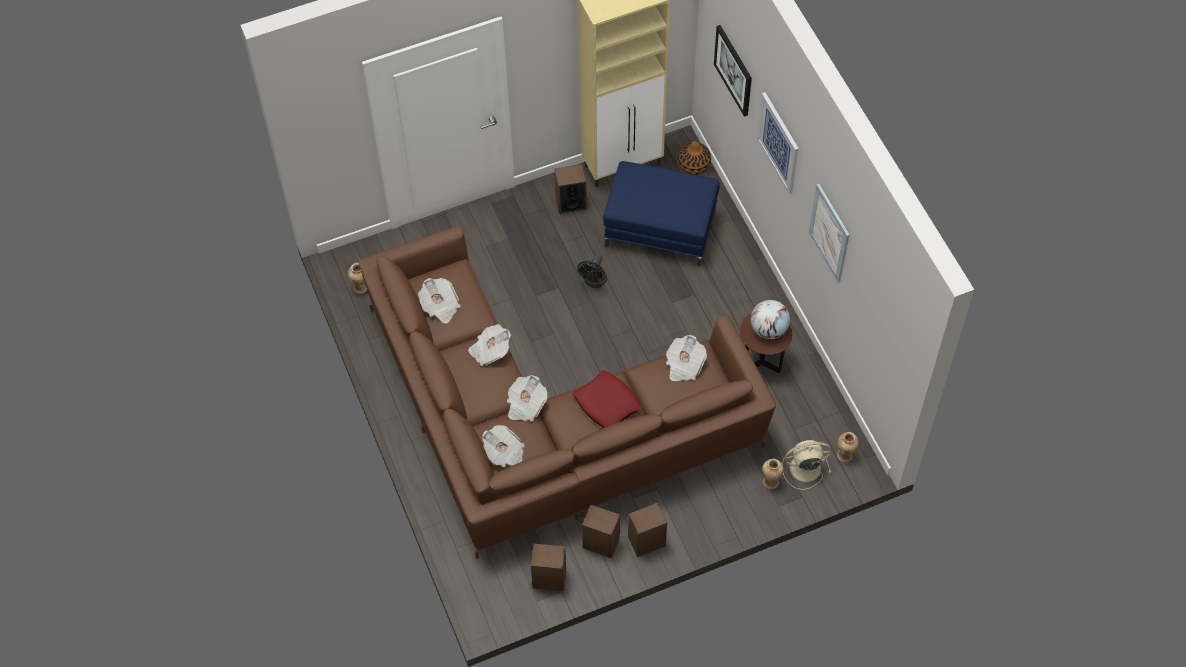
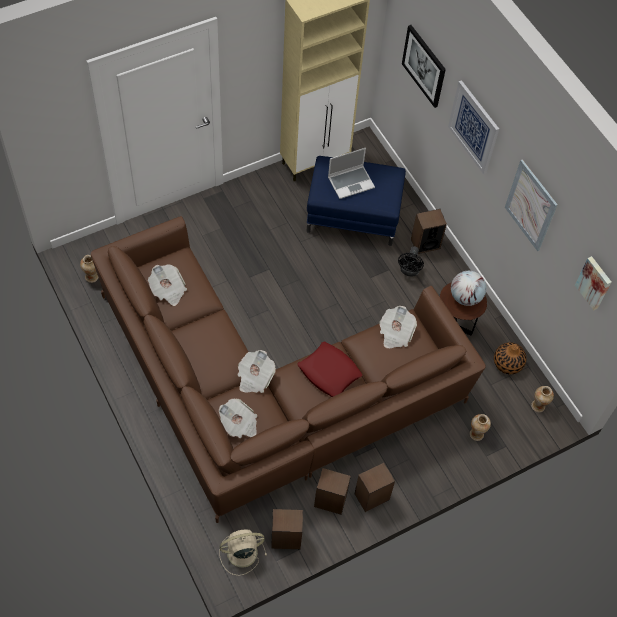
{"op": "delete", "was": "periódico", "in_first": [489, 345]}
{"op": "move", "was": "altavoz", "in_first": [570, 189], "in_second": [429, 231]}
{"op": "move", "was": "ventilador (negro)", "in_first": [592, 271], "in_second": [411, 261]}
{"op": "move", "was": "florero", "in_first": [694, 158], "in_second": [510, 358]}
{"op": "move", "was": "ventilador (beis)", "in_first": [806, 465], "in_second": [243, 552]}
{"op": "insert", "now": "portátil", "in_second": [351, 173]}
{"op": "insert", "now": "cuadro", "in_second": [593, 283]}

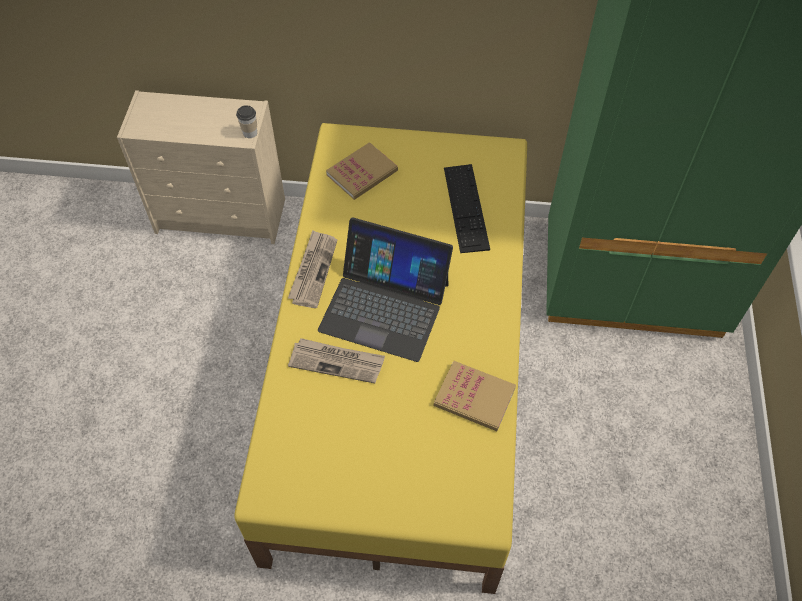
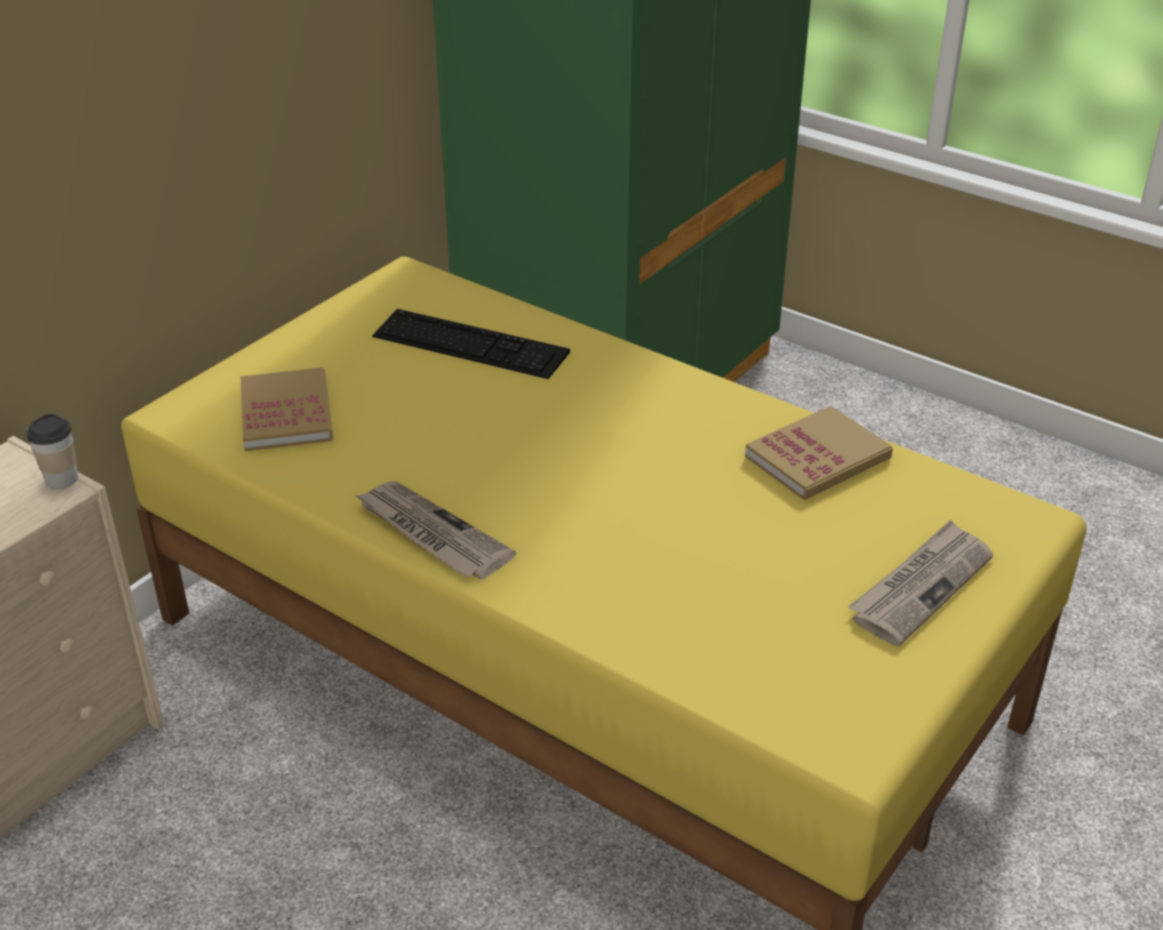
{"op": "move", "was": "periódico", "in_first": [336, 360], "in_second": [920, 583]}
{"op": "delete", "was": "portátil", "in_first": [385, 289]}

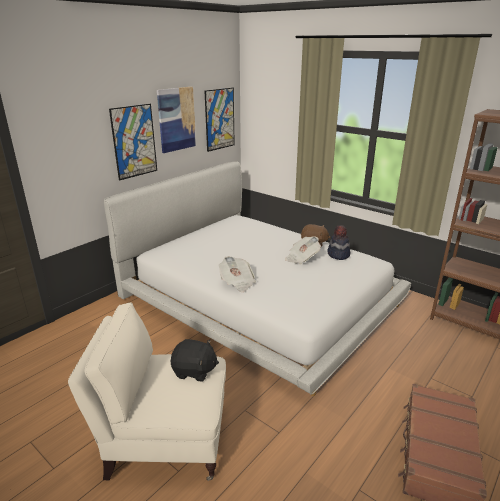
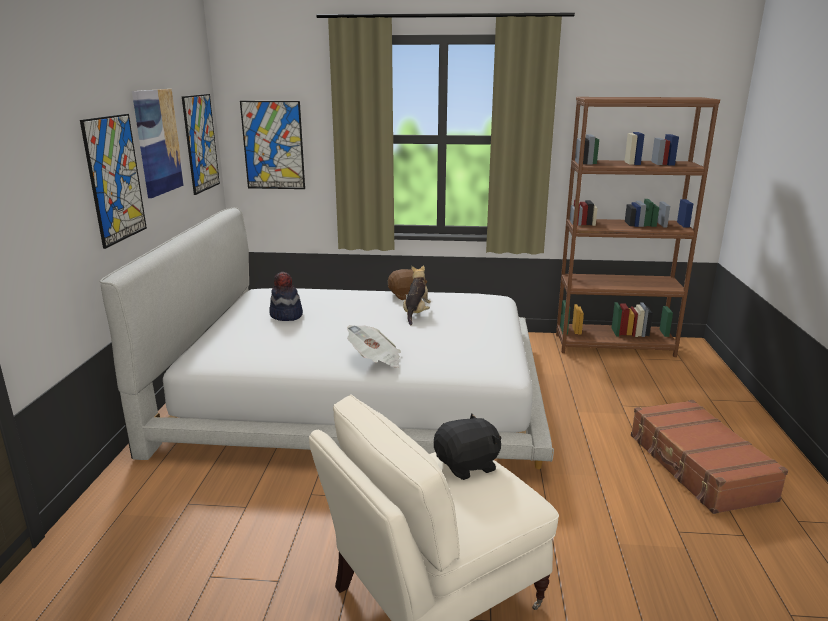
{"op": "replace", "was": "periódico", "now": "peluche", "in_first": [303, 250], "in_second": [417, 295]}
{"op": "move", "was": "sombrero", "in_first": [338, 242], "in_second": [286, 296]}
{"op": "insert", "now": "cuadro", "in_second": [272, 145]}

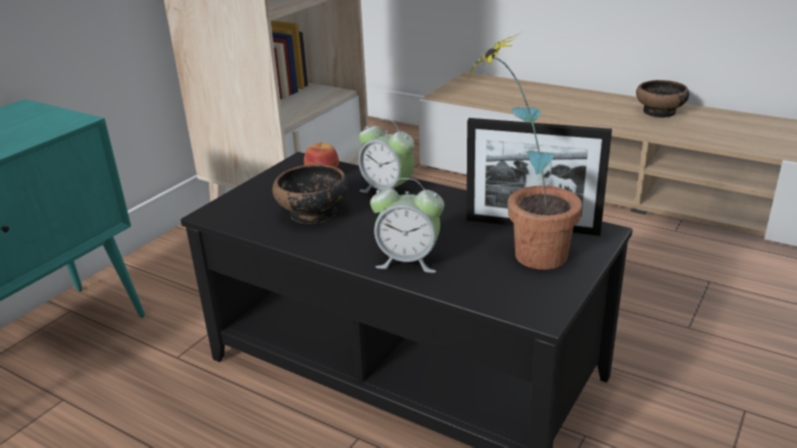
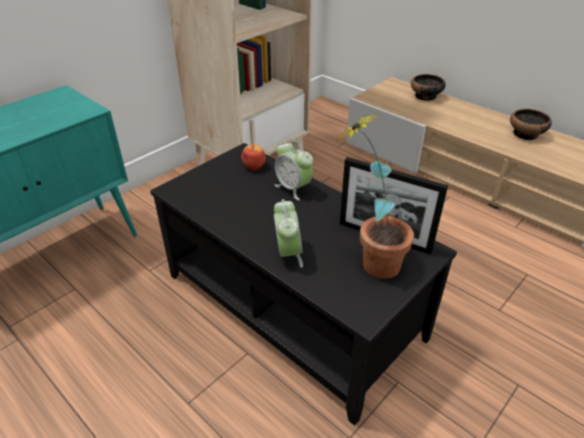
{"op": "move", "was": "cuenco", "in_first": [310, 194], "in_second": [428, 87]}
{"op": "rotate", "was": "despertador", "in_first": [407, 225], "in_second": [288, 233], "clockwise": -120}

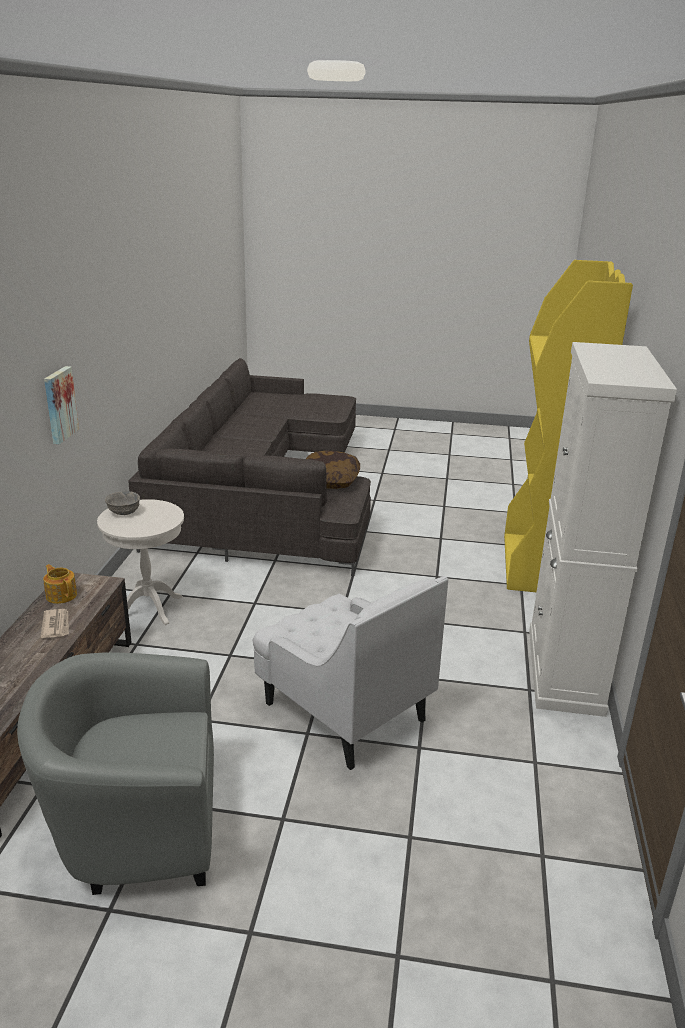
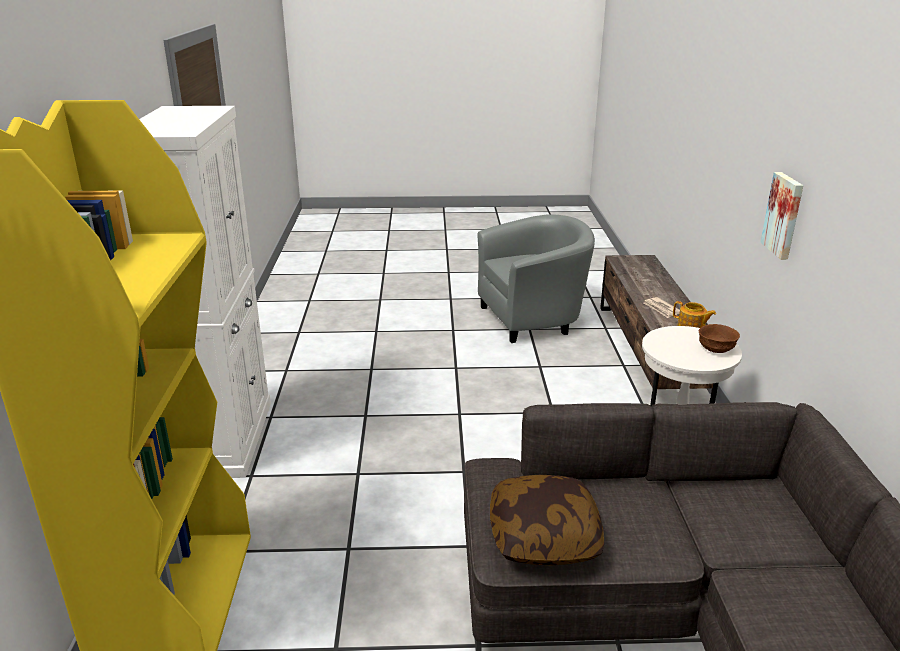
{"op": "recolor", "was": "cuenco (gris)", "now": "cuenco (marrón)", "in_first": [122, 503], "in_second": [719, 338]}
{"op": "delete", "was": "sillón (blanco)", "in_first": [350, 673]}

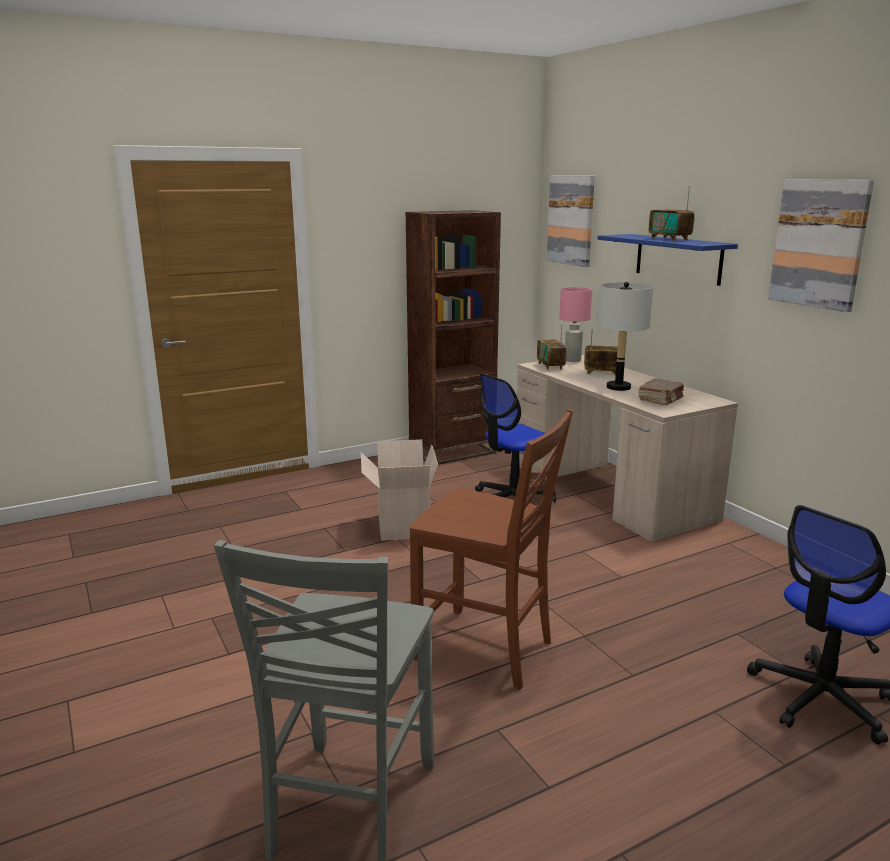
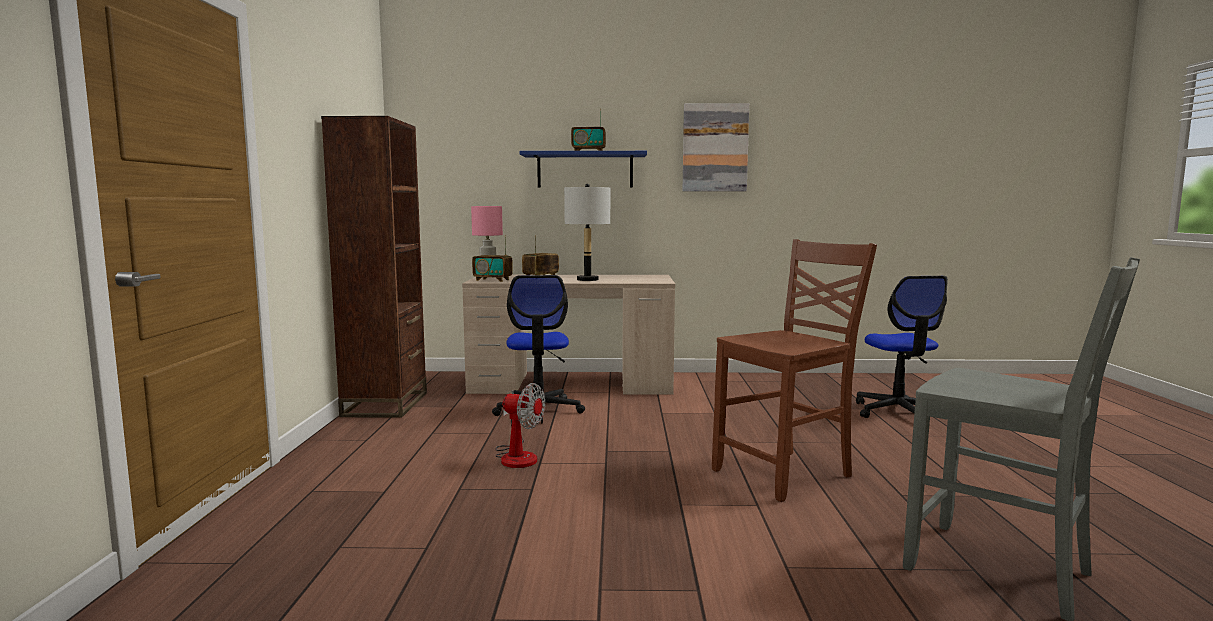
{"op": "replace", "was": "caja de cartón", "now": "ventilador", "in_first": [399, 490], "in_second": [520, 425]}
{"op": "delete", "was": "cuadro", "in_first": [571, 221]}
{"op": "delete", "was": "libro (marrón)", "in_first": [661, 391]}

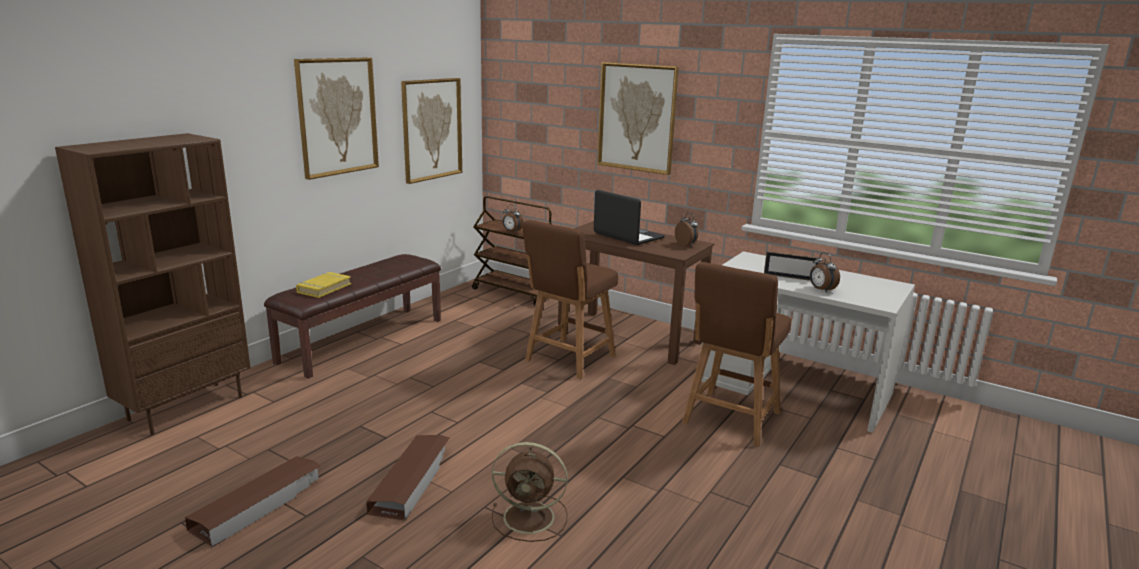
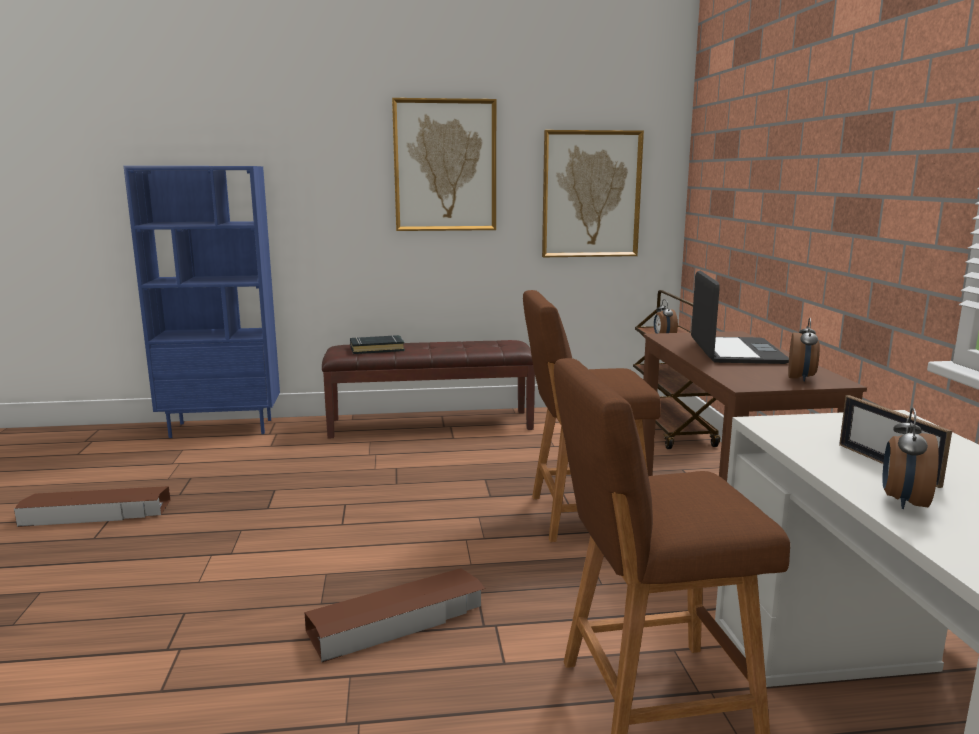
{"op": "recolor", "was": "estantería (marrón)", "now": "estantería (azul)", "in_first": [152, 284], "in_second": [202, 302]}
{"op": "recolor", "was": "libro (amarillo)", "now": "libro (negro)", "in_first": [323, 285], "in_second": [377, 344]}
{"op": "move", "was": "caja de almacenaje (marrón)", "in_first": [407, 478], "in_second": [394, 615]}
{"op": "delete", "was": "ventilador (marrón)", "in_first": [530, 492]}
{"op": "delete", "was": "cuadro", "in_first": [638, 118]}

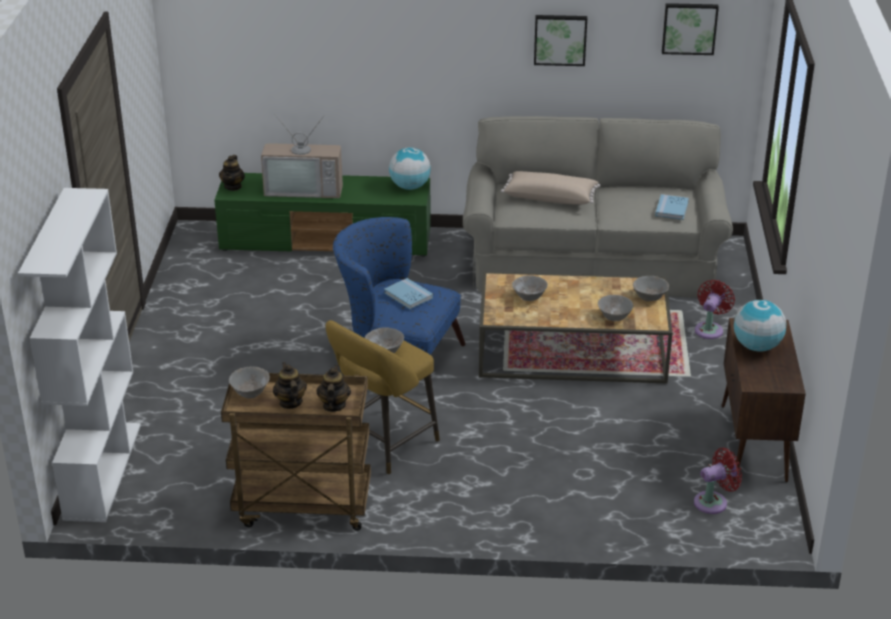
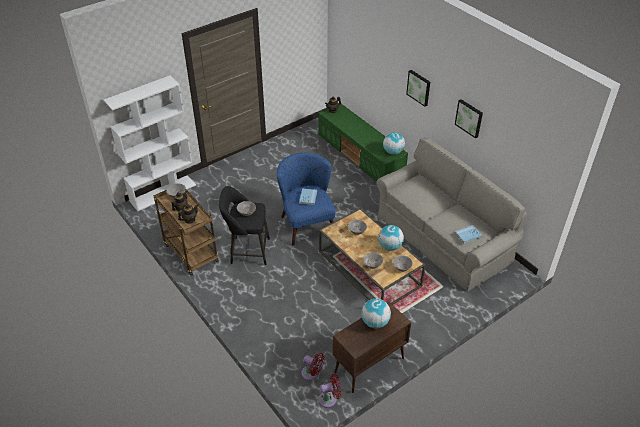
{"op": "delete", "was": "televisor", "in_first": [302, 156]}
{"op": "recolor", "was": "taburete (amarillo)", "now": "taburete (negro)", "in_first": [383, 397], "in_second": [244, 225]}
{"op": "delete", "was": "cojín (beis)", "in_first": [550, 188]}
{"op": "move", "was": "cuadro", "in_first": [690, 29], "in_second": [418, 88]}
{"op": "move", "was": "ventilador (rojo)", "in_first": [715, 309], "in_second": [329, 391]}
{"op": "insert", "now": "globo terráqueo", "in_second": [391, 237]}

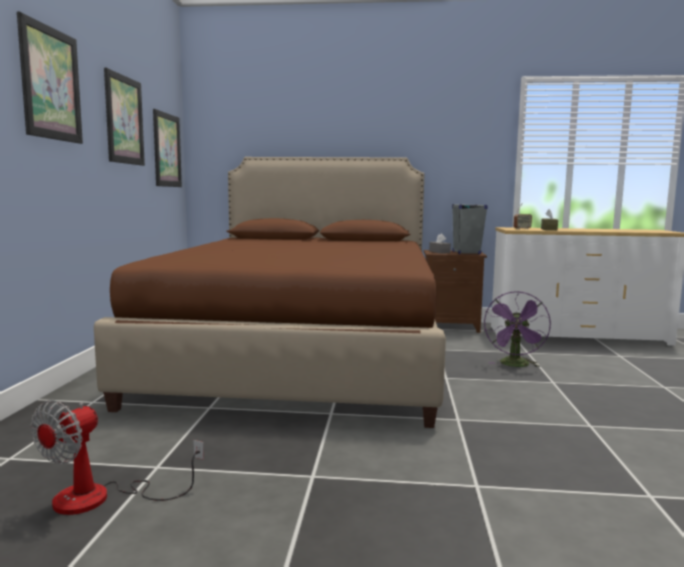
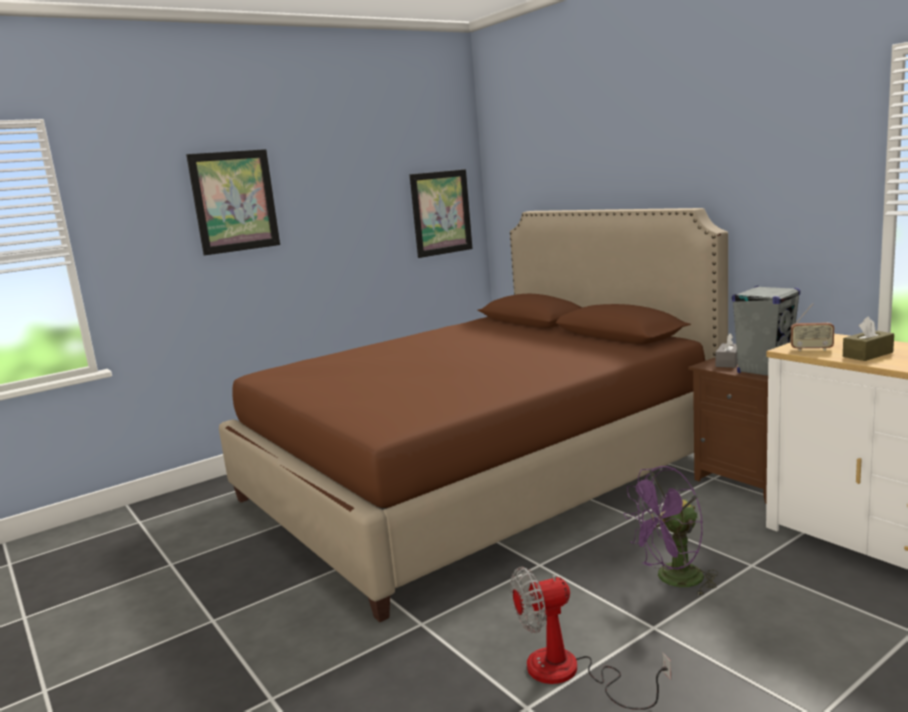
{"op": "move", "was": "ventilador", "in_first": [117, 457], "in_second": [590, 638]}
{"op": "delete", "was": "cuadro", "in_first": [124, 117]}

